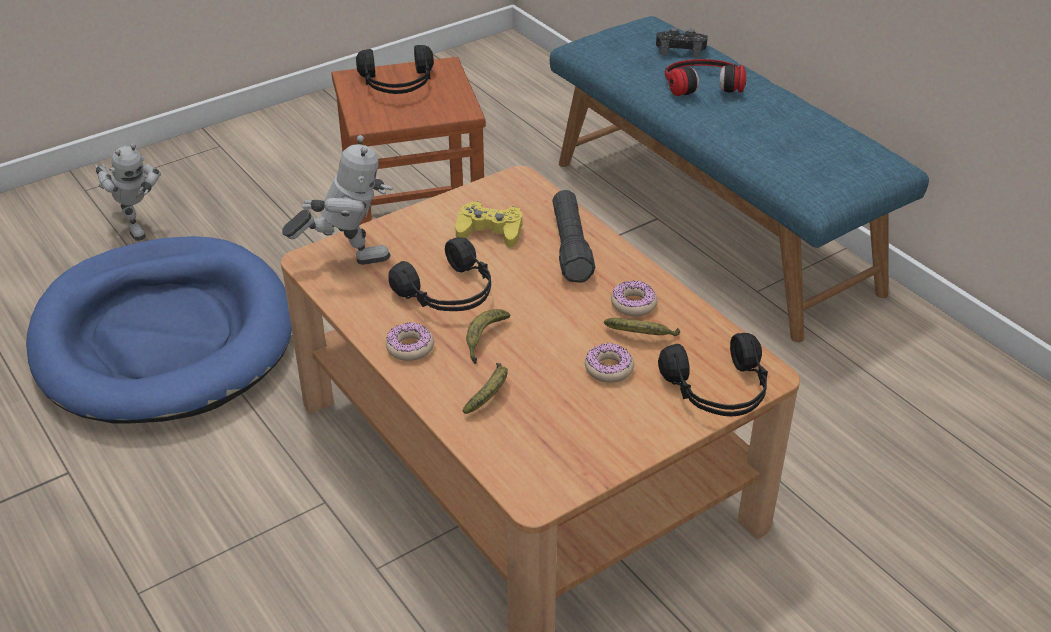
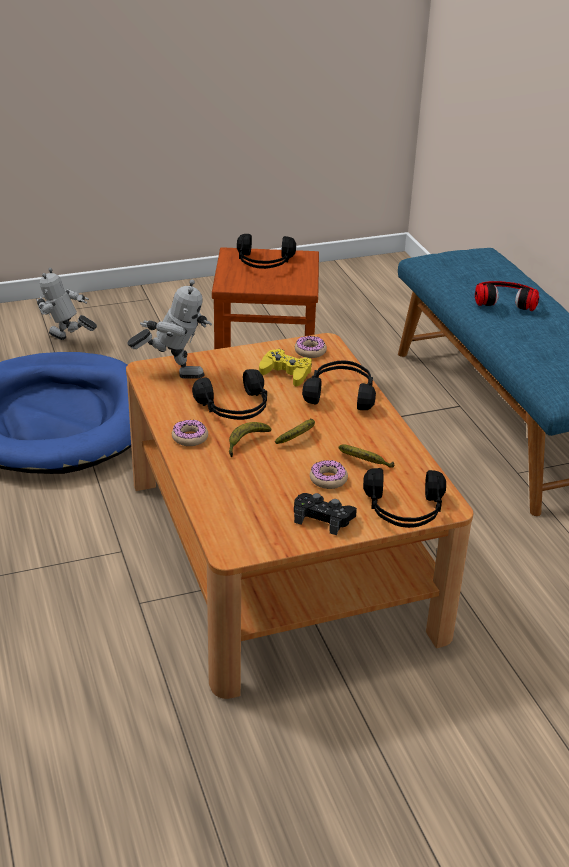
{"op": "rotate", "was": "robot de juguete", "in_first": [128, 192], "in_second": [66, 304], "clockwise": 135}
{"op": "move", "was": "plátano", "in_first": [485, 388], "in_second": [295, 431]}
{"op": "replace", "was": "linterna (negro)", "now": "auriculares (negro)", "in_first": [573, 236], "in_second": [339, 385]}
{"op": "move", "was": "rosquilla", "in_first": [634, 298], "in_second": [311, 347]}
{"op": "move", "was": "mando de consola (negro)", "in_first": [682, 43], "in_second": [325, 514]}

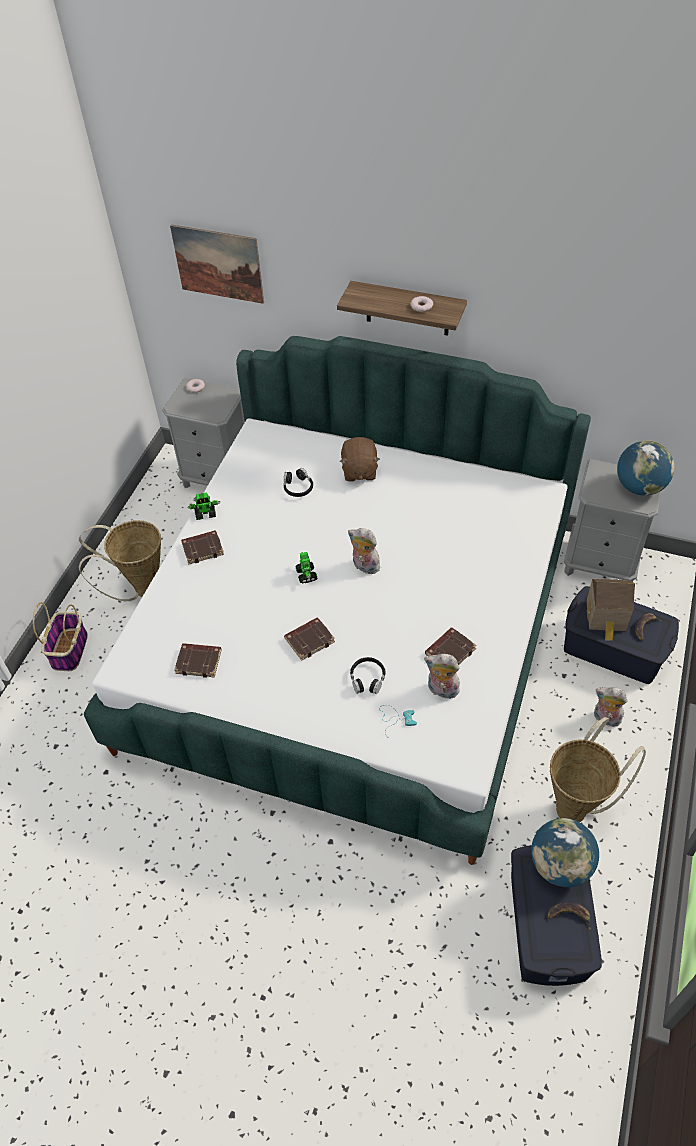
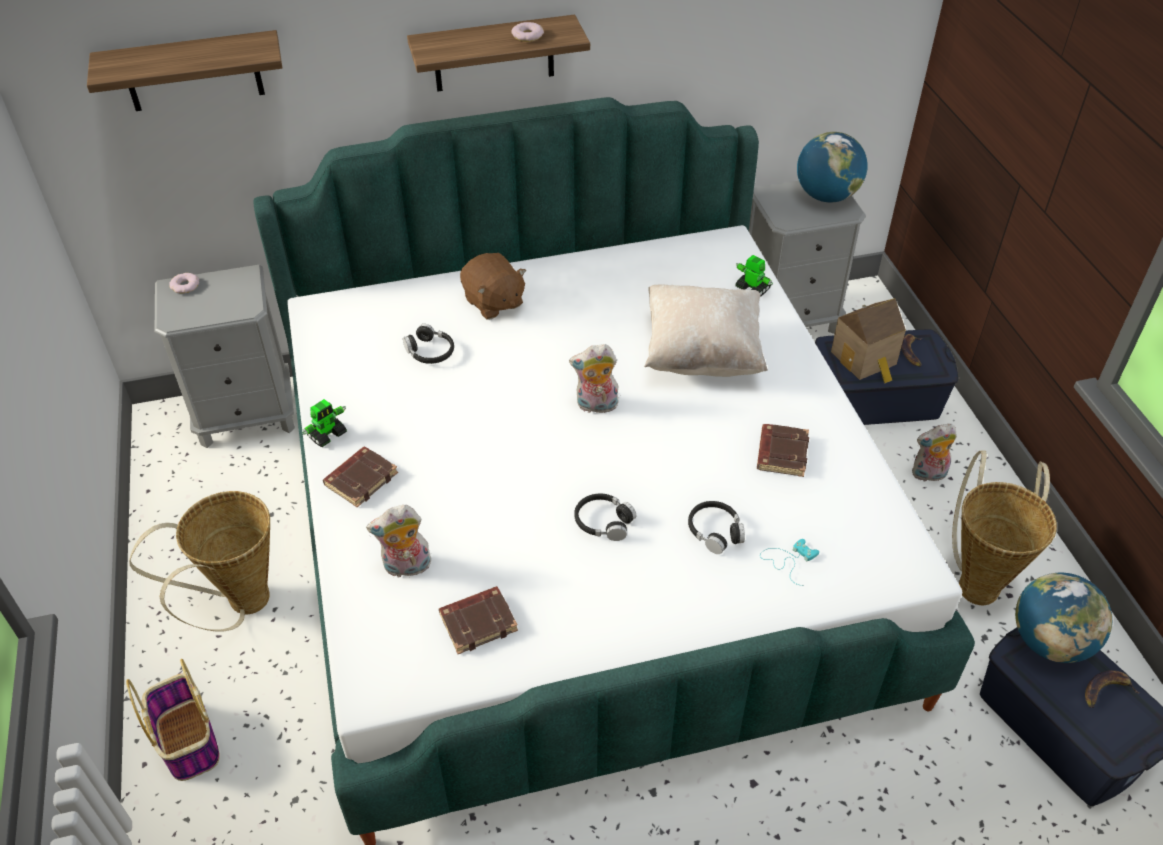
{"op": "replace", "was": "cuadro", "now": "estante", "in_first": [217, 264], "in_second": [184, 70]}
{"op": "replace", "was": "libro (marrón)", "now": "auriculares (negro)", "in_first": [309, 639], "in_second": [605, 517]}
{"op": "move", "was": "robot de juguete", "in_first": [306, 567], "in_second": [754, 276]}
{"op": "move", "was": "peluche", "in_first": [443, 677], "in_second": [398, 541]}
{"op": "insert", "now": "cojín (beis)", "in_second": [706, 330]}

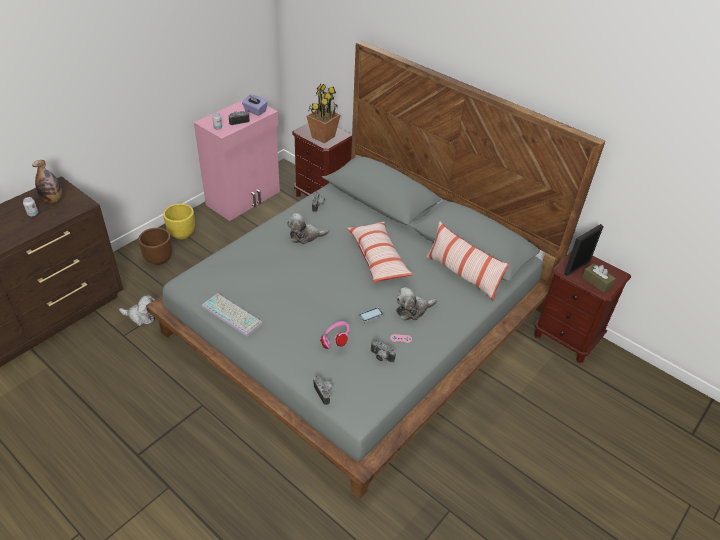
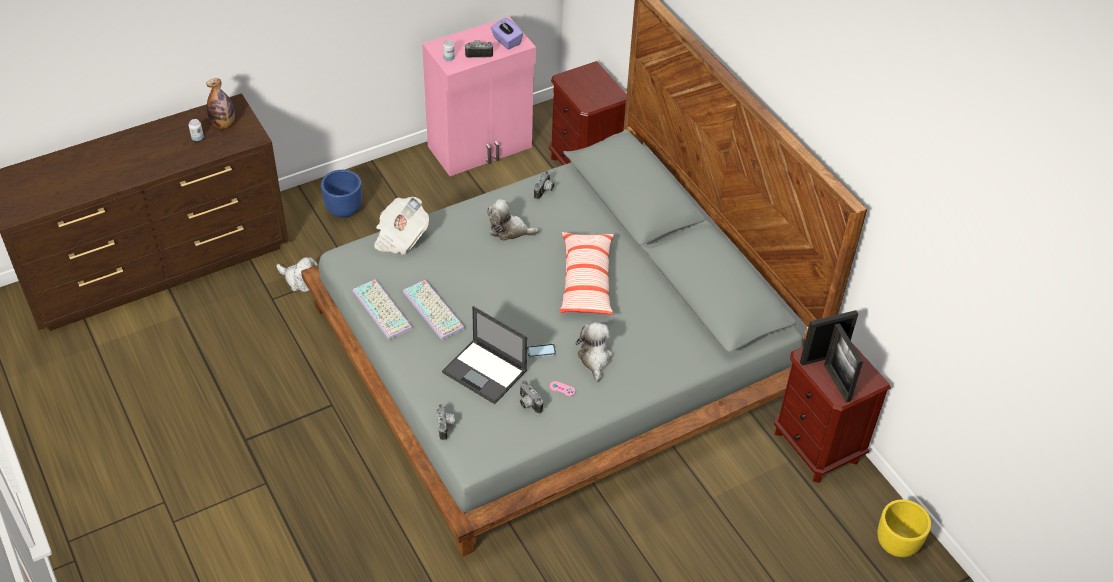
{"op": "recolor", "was": "maceta (marrón)", "now": "maceta (azul)", "in_first": [155, 246], "in_second": [341, 194]}
{"op": "move", "was": "maceta (amarillo)", "in_first": [179, 221], "in_second": [904, 528]}
{"op": "delete", "was": "planta en maceta", "in_first": [323, 113]}
{"op": "replace", "was": "auriculares (rosa)", "now": "portátil", "in_first": [335, 335], "in_second": [484, 355]}
{"op": "rotate", "was": "peluche", "in_first": [416, 303], "in_second": [594, 352], "clockwise": 90}
{"op": "delete", "was": "cojín", "in_first": [468, 261]}
{"op": "replace", "was": "caja de pañuelos (marrón)", "now": "portarretratos", "in_first": [599, 277], "in_second": [843, 363]}
{"op": "insert", "now": "periódico", "in_second": [401, 226]}
{"op": "insert", "now": "teclado", "in_second": [434, 310]}

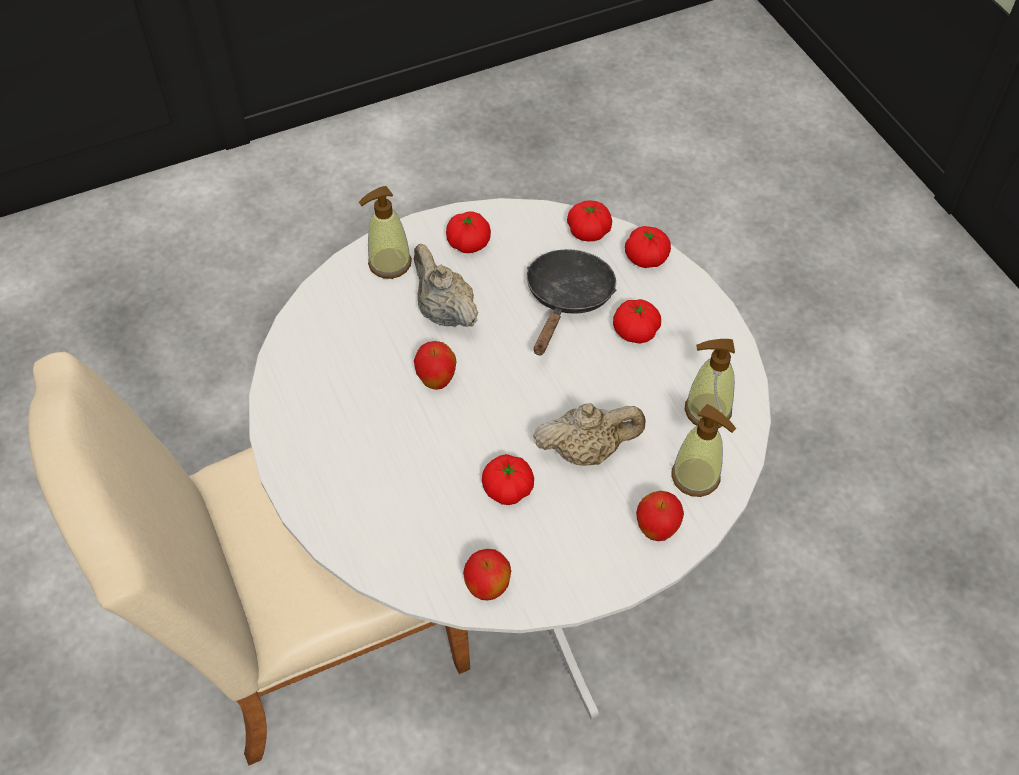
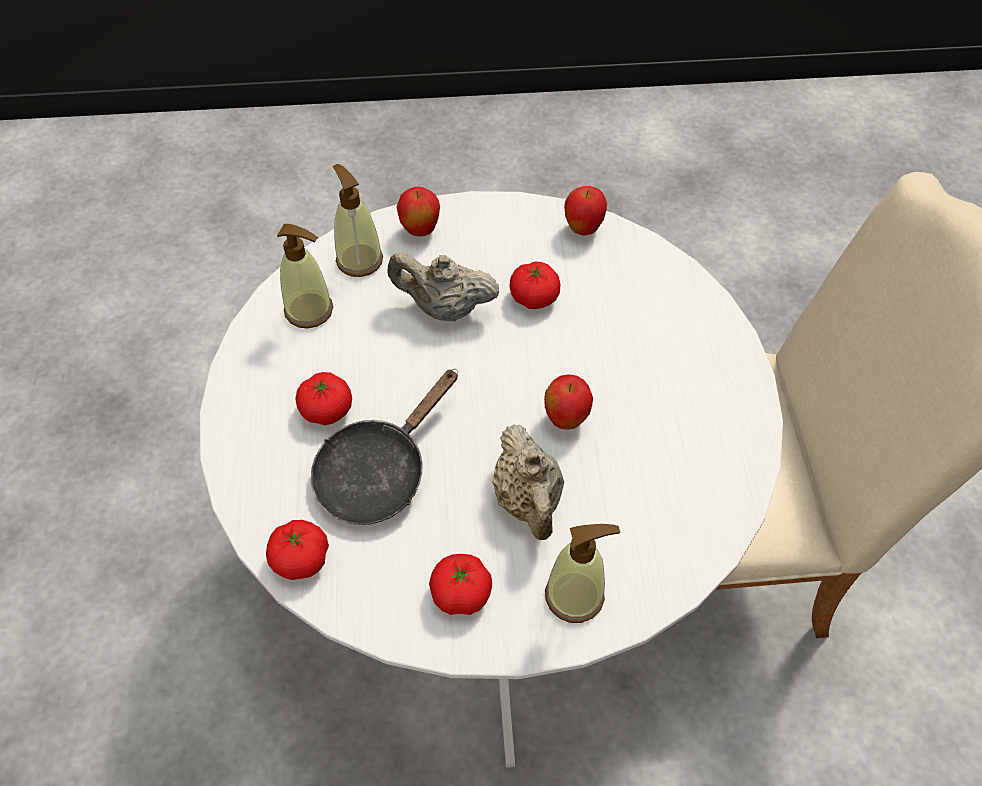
{"op": "delete", "was": "tomate", "in_first": [648, 247]}

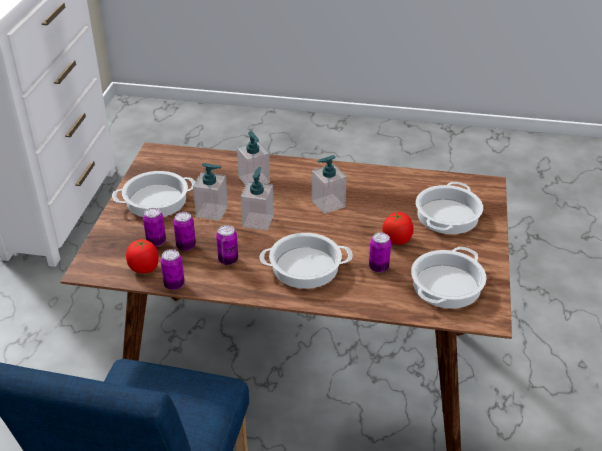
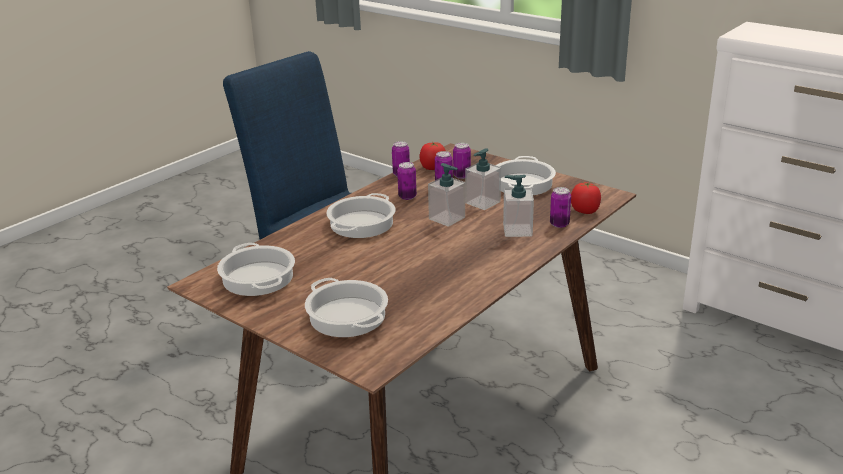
{"op": "delete", "was": "dispensador de jabón", "in_first": [329, 184]}
{"op": "move", "was": "lata", "in_first": [380, 252], "in_second": [560, 207]}
{"op": "move", "was": "tomate", "in_first": [398, 228], "in_second": [586, 198]}

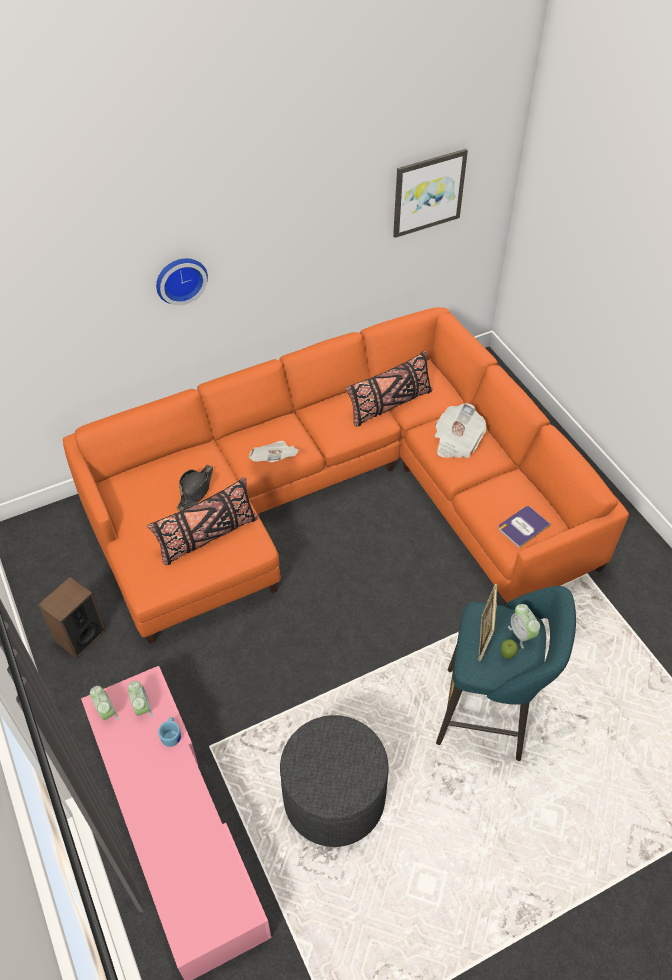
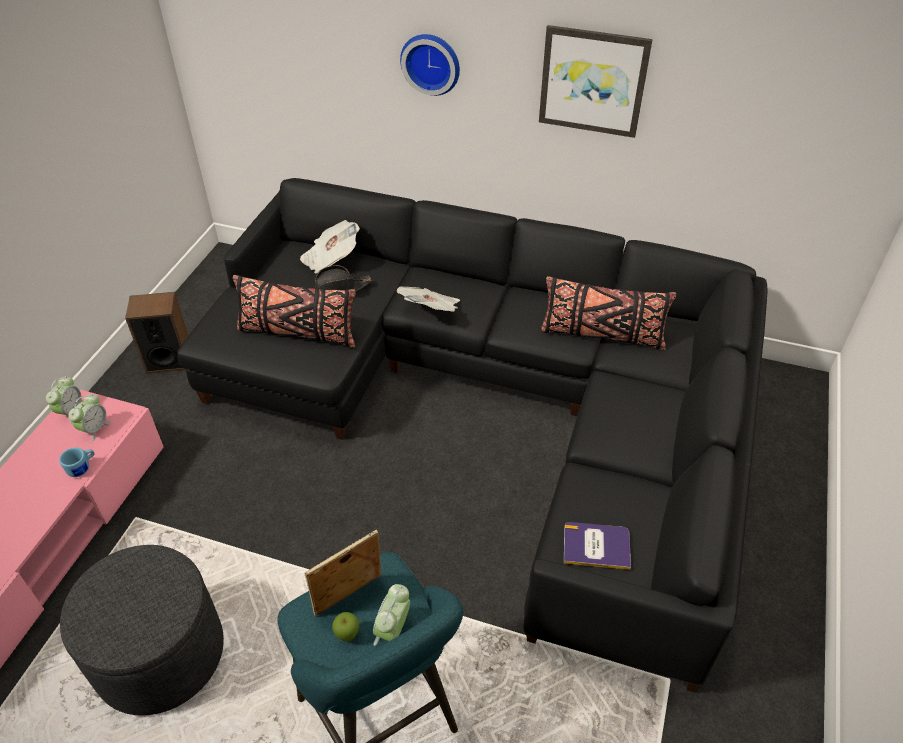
{"op": "recolor", "was": "sofá (naranja)", "now": "sofá (negro)", "in_first": [346, 475], "in_second": [472, 435]}
{"op": "move", "was": "cuadro", "in_first": [430, 193], "in_second": [596, 81]}
{"op": "move", "was": "periódico", "in_first": [460, 430], "in_second": [330, 246]}

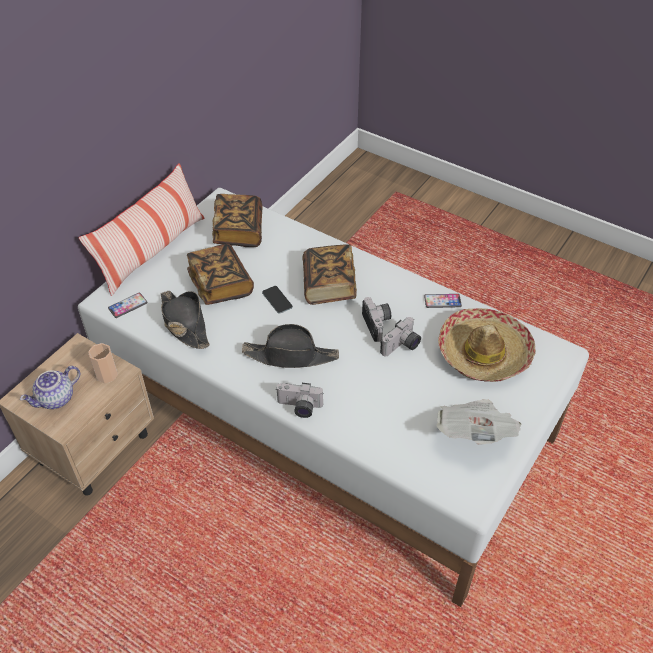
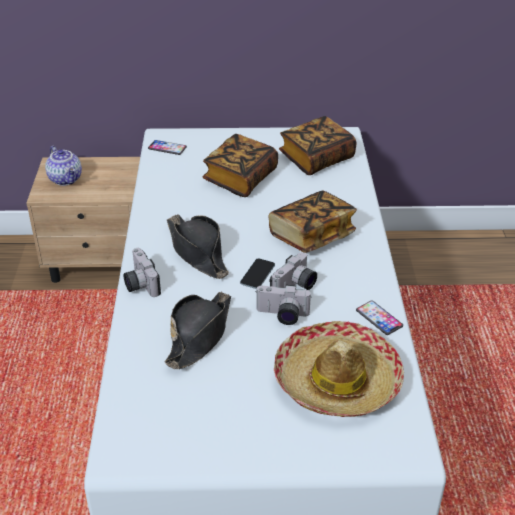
{"op": "rotate", "was": "tetera", "in_first": [50, 387], "in_second": [63, 166], "clockwise": -135}
{"op": "delete", "was": "cojín", "in_first": [141, 229]}
{"op": "delete", "was": "taza", "in_first": [103, 363]}
{"op": "move", "was": "sombrero (negro)", "in_first": [185, 320], "in_second": [198, 330]}
{"op": "move", "was": "móvil", "in_first": [277, 300], "in_second": [257, 273]}
{"op": "delete", "was": "periódico", "in_first": [479, 421]}

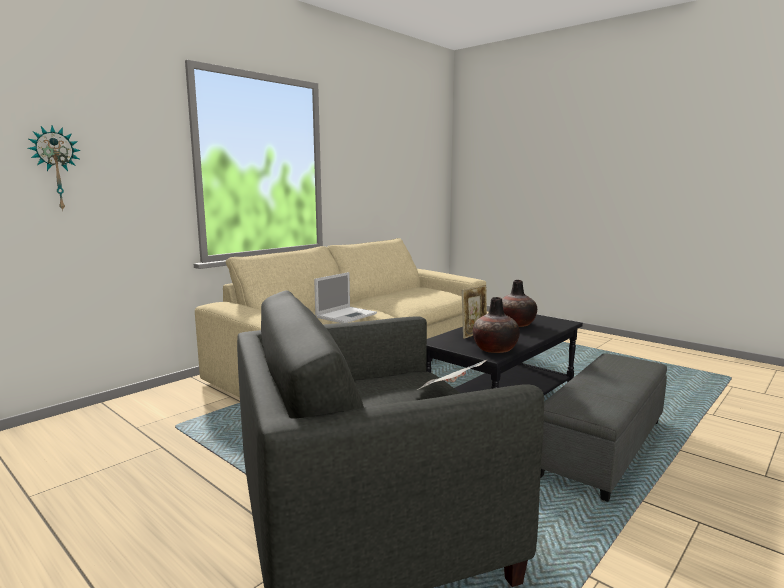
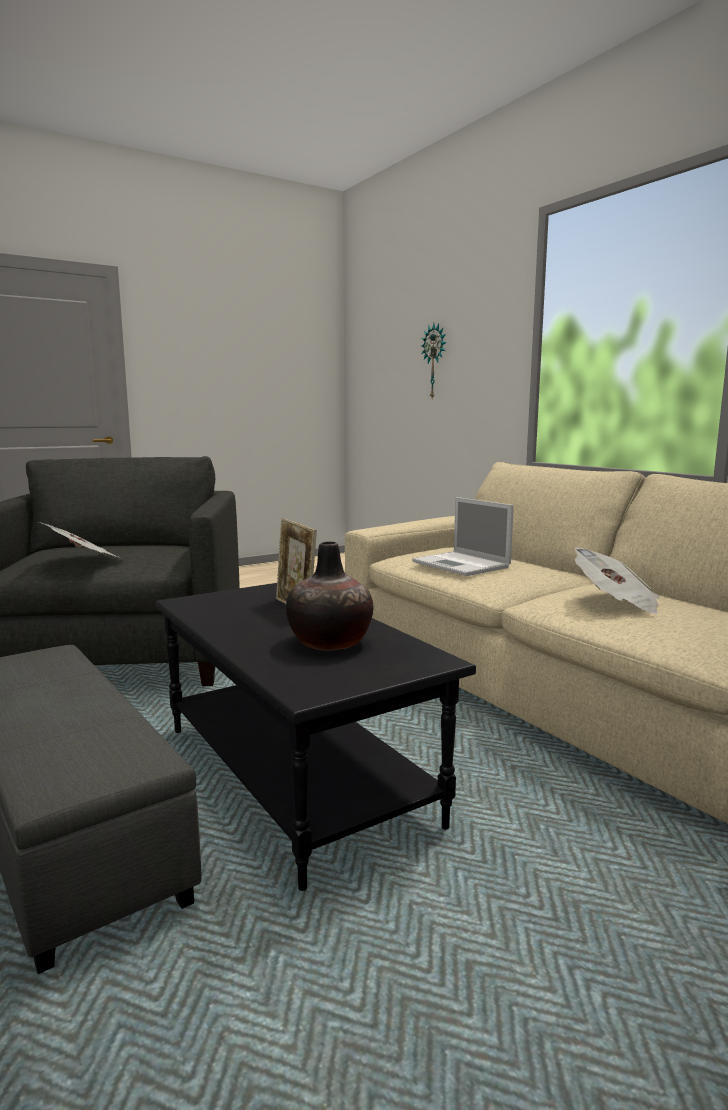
{"op": "delete", "was": "florero", "in_first": [496, 325]}
{"op": "insert", "now": "periódico", "in_second": [617, 581]}

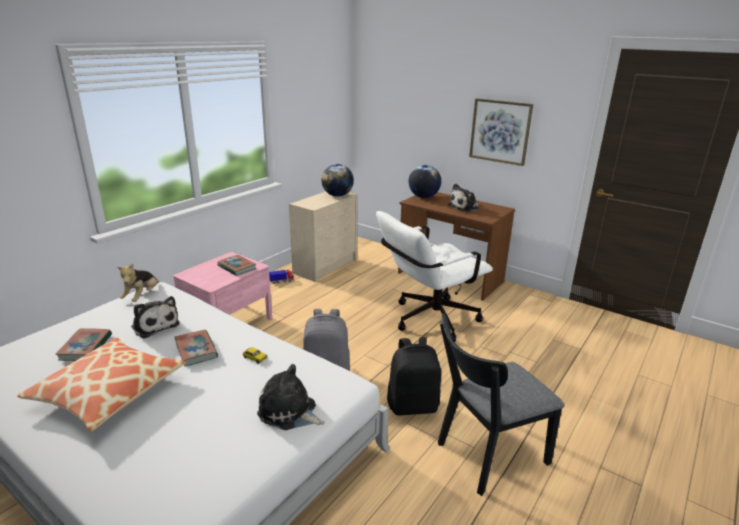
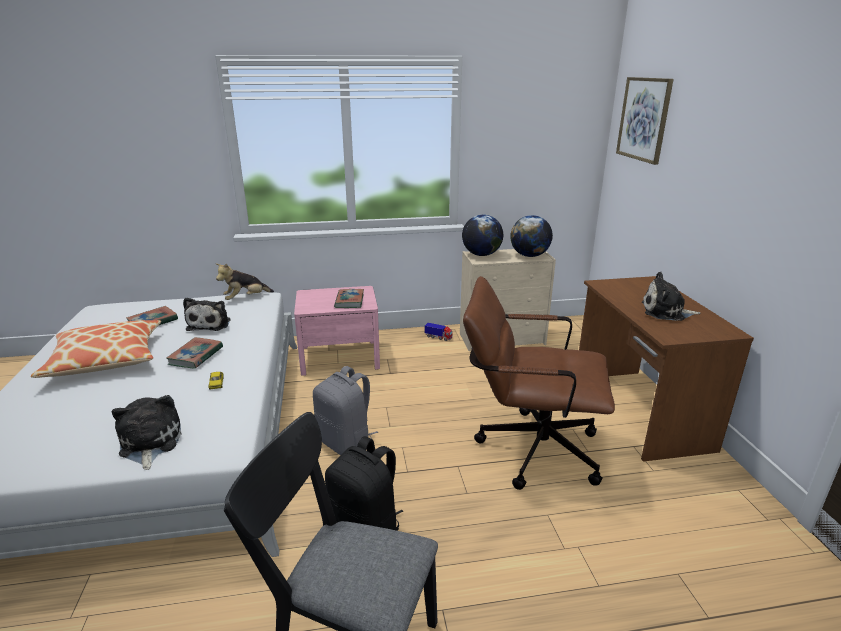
{"op": "recolor", "was": "silla de oficina (blanco)", "now": "silla de oficina (marrón)", "in_first": [434, 276], "in_second": [539, 383]}
{"op": "move", "was": "globo terráqueo", "in_first": [425, 181], "in_second": [482, 235]}
{"op": "move", "was": "cuadro", "in_first": [501, 132], "in_second": [645, 121]}

